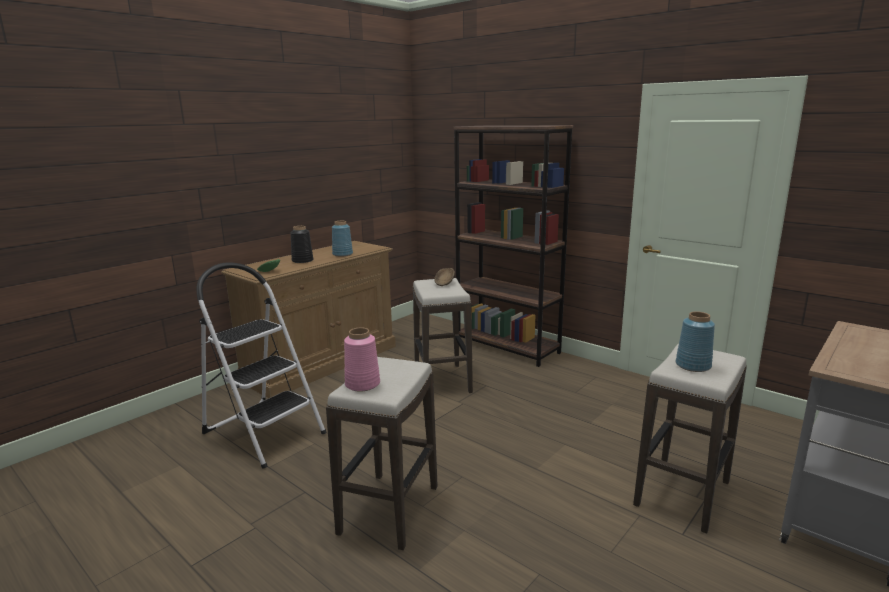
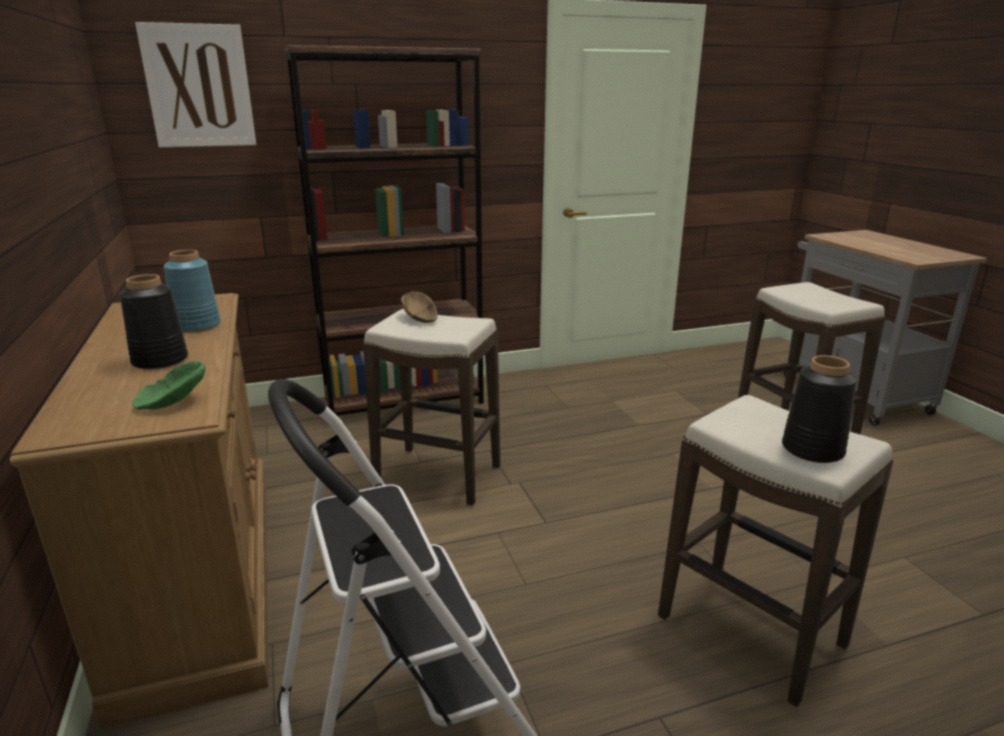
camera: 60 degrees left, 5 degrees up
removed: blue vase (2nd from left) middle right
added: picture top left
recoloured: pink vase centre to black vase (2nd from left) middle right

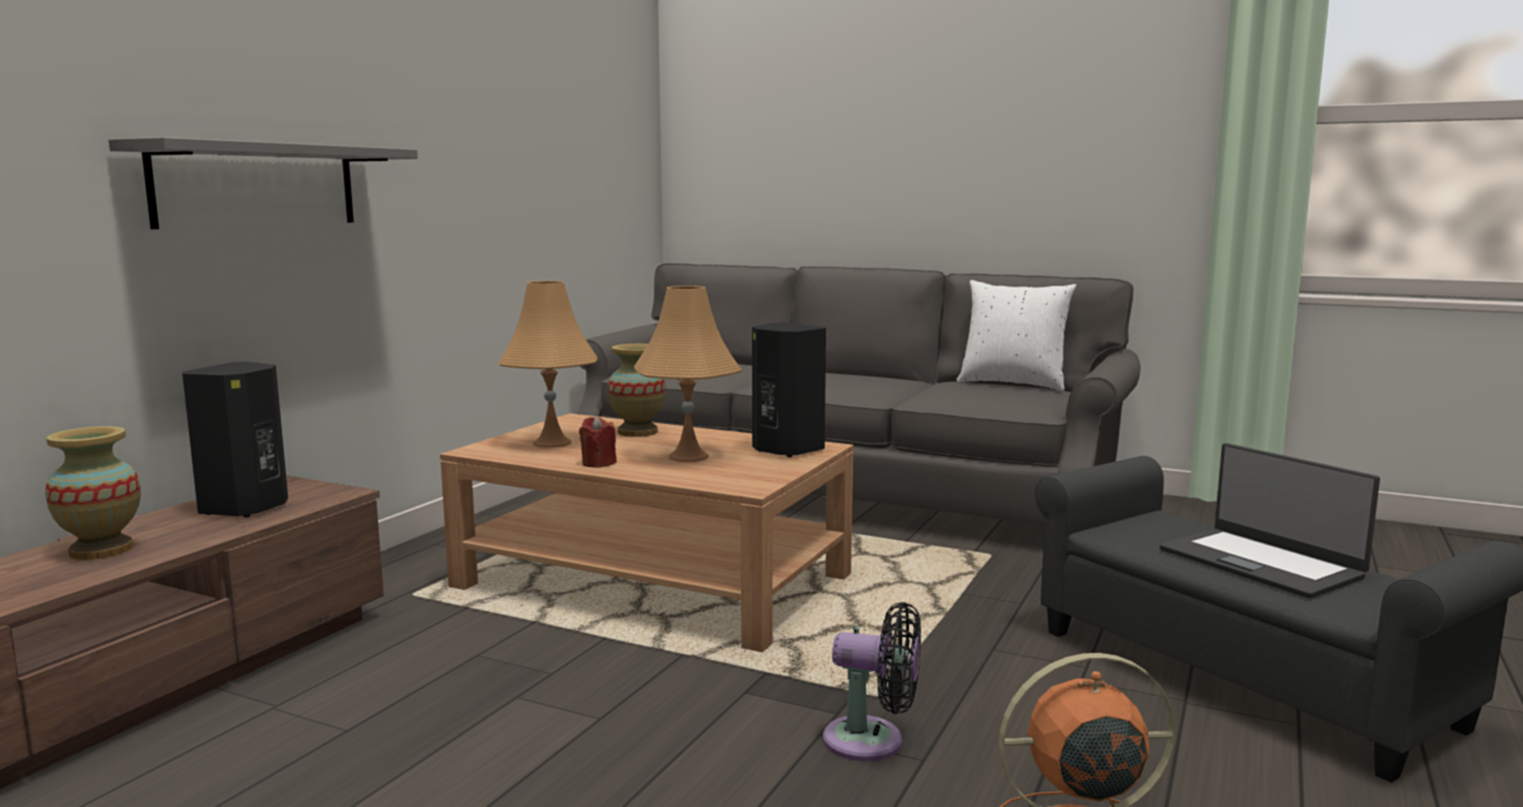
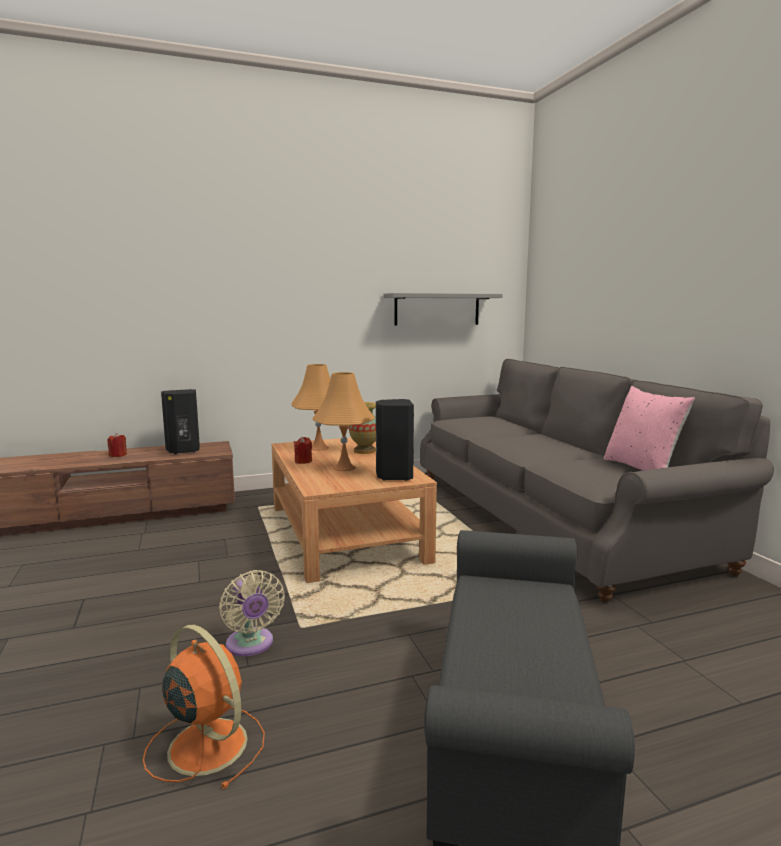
camera: 45 degrees right, 0 degrees up
removed: laptop middle right
moved: grey shelf top left to centre
replaced: vase (1st from left) middle left to red candle (1st from left) middle left
recoloured: black fan bottom centre to beige fan bottom left; white pillow middle right to pink pillow middle right

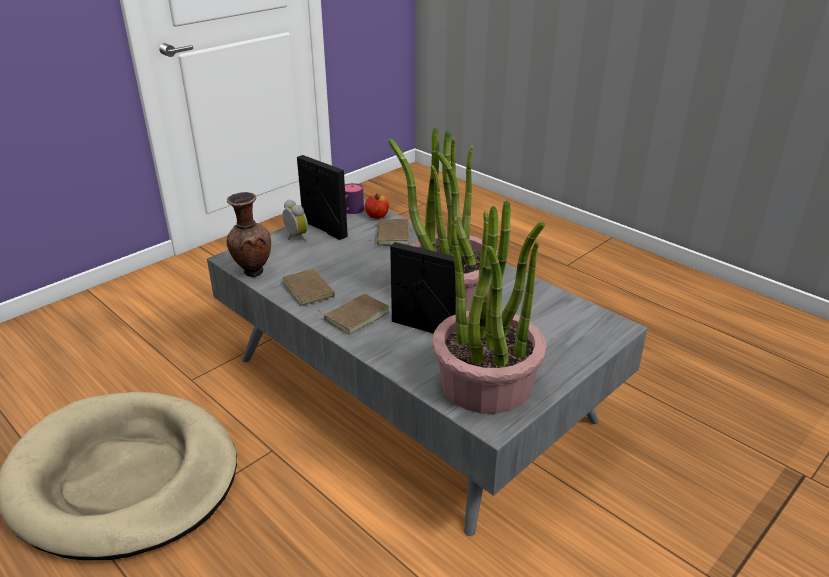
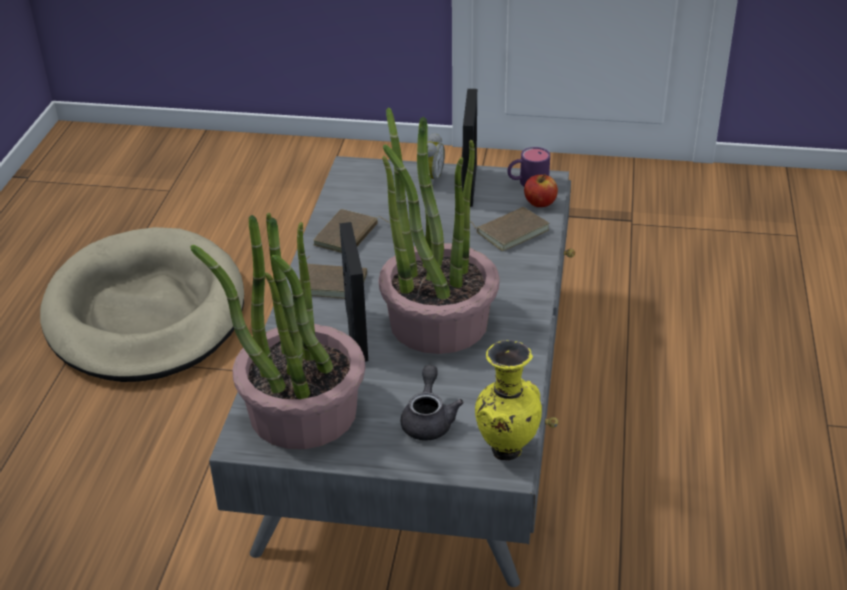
camera: 55 degrees right, 5 degrees up
removed: brown vase middle left
added: grey teapot bottom centre; yellow vase bottom centre

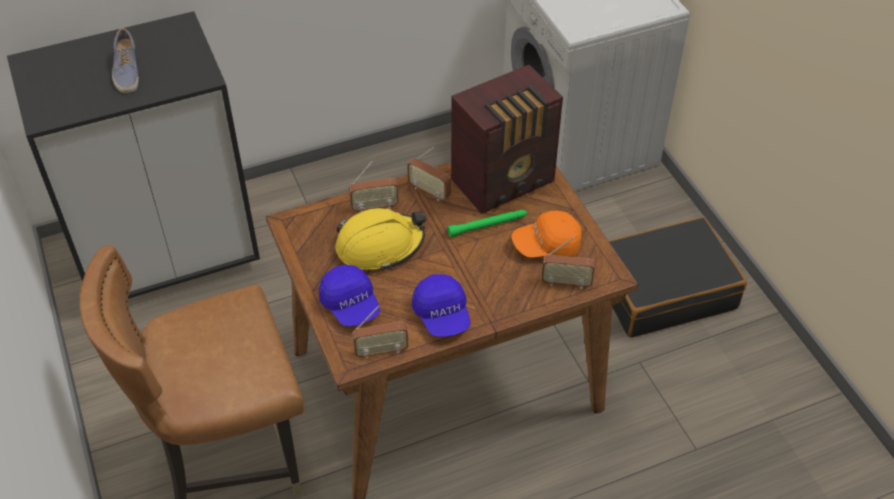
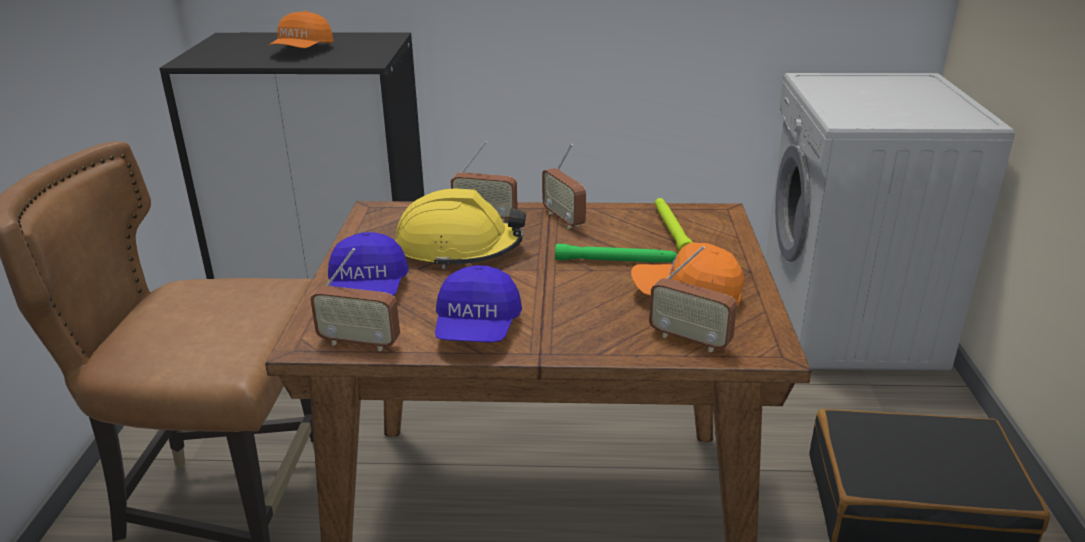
camera: 25 degrees right, 20 degrees down
replaced: shoe top left to orange cap (1st from left) top left; radio (4th from left) top centre to green flashlight (2nd from left) centre

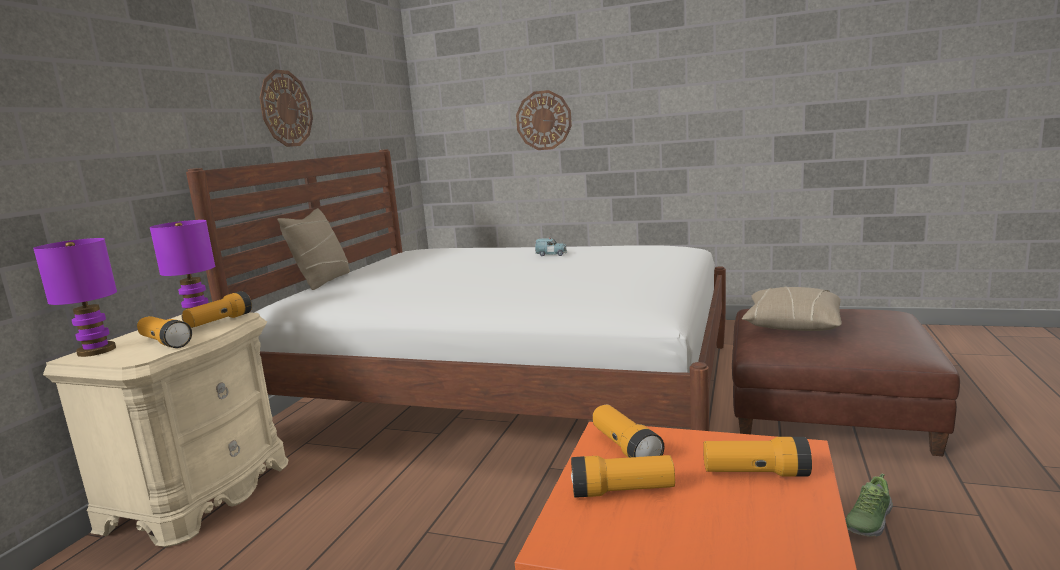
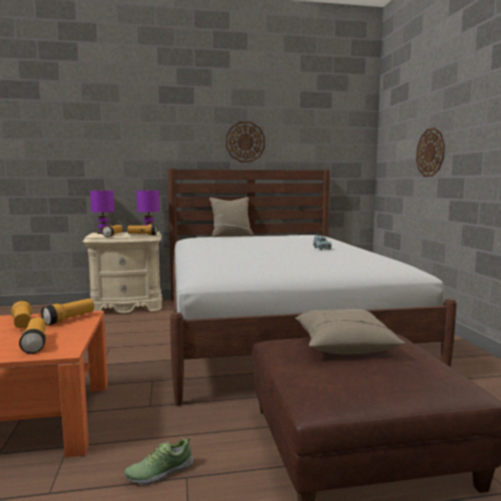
camera: 60 degrees right, 5 degrees down
turned: shoe bottom right = bottom left 45 degrees counterclockwise

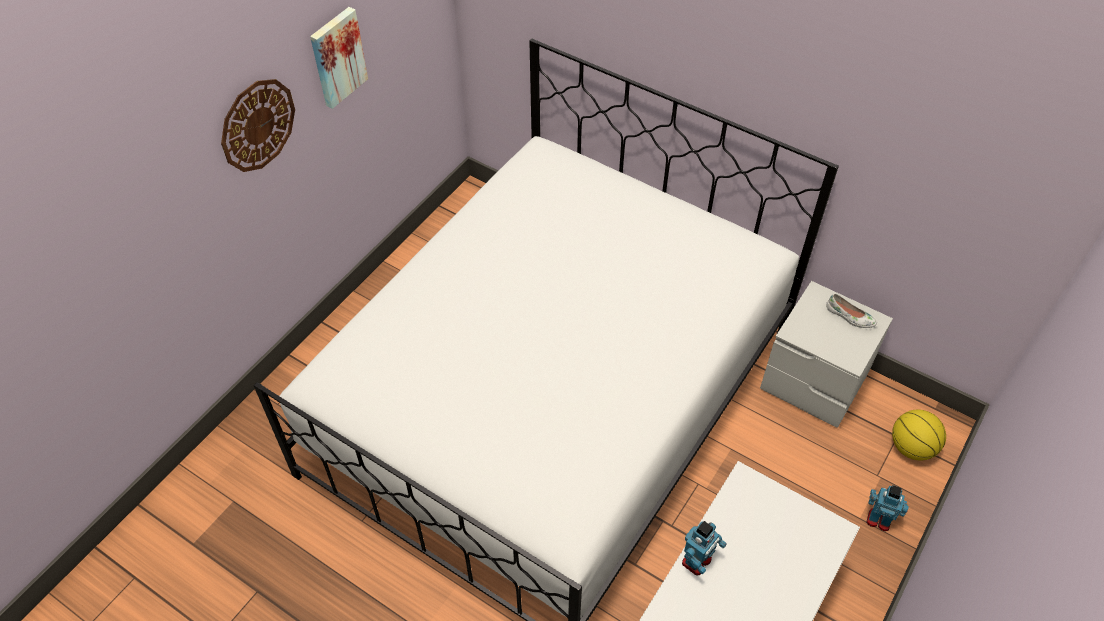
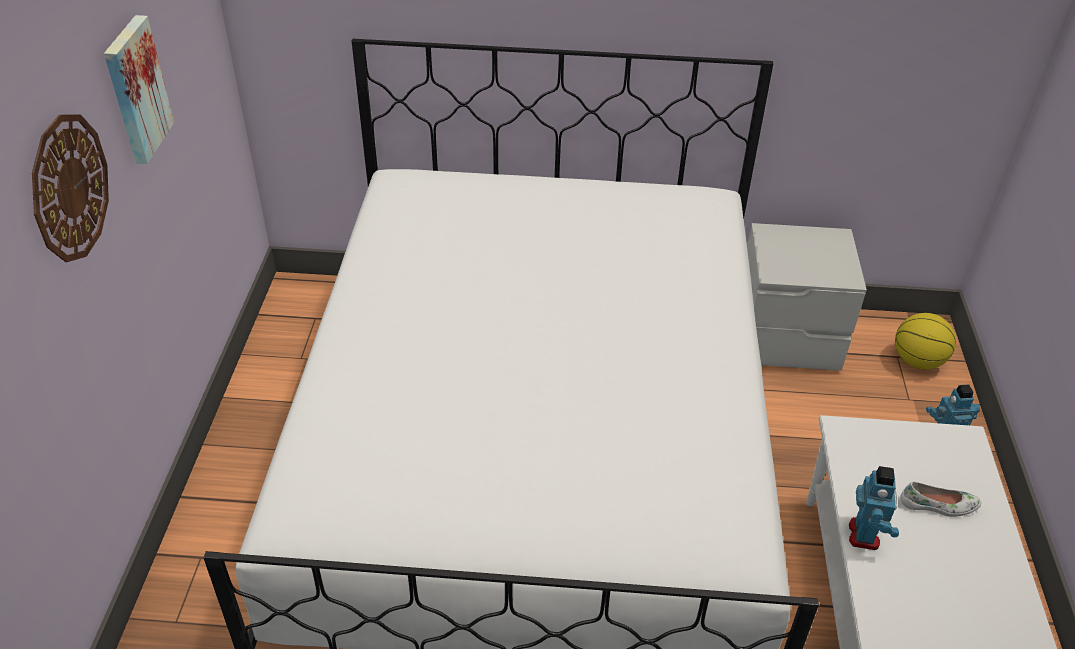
camera: 30 degrees left, 10 degrees down
moved: white shoe middle right to bottom right

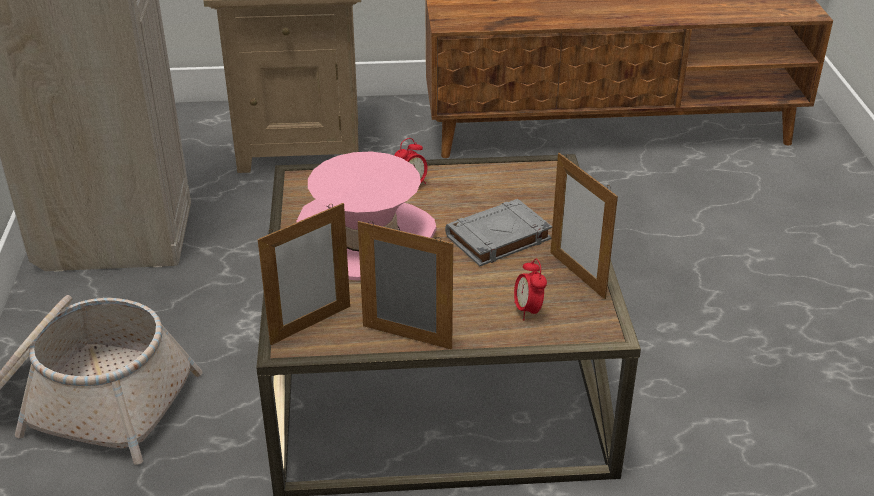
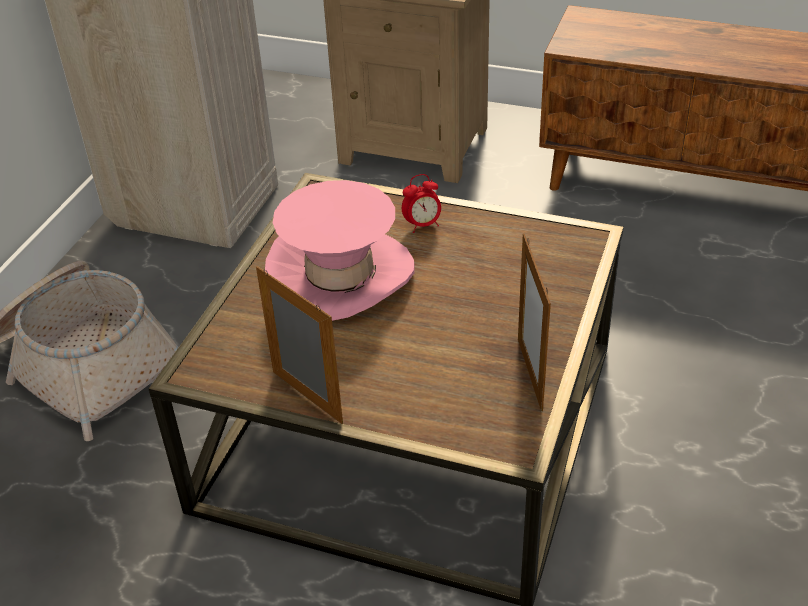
camera: 25 degrees right, 5 degrees up
removed: picture frame (1st from left) centre; grey book centre; alarm clock (2nd from left) centre

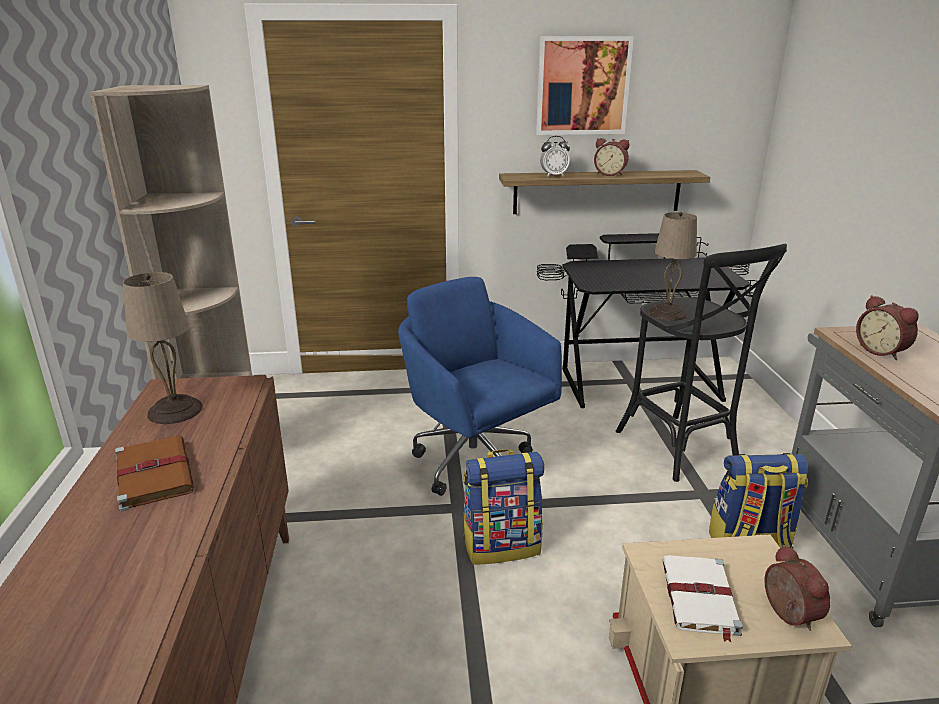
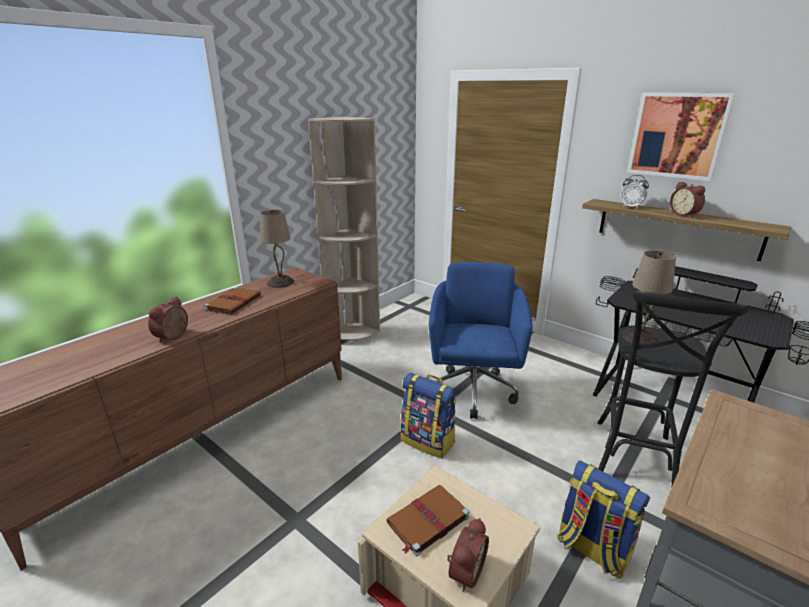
camera: 45 degrees right, 0 degrees up
moved: alarm clock (4th from left in the first image) middle right to alarm clock (1st from left) middle left
recoloured: white book bottom right to brown book (2nd from left) bottom centre

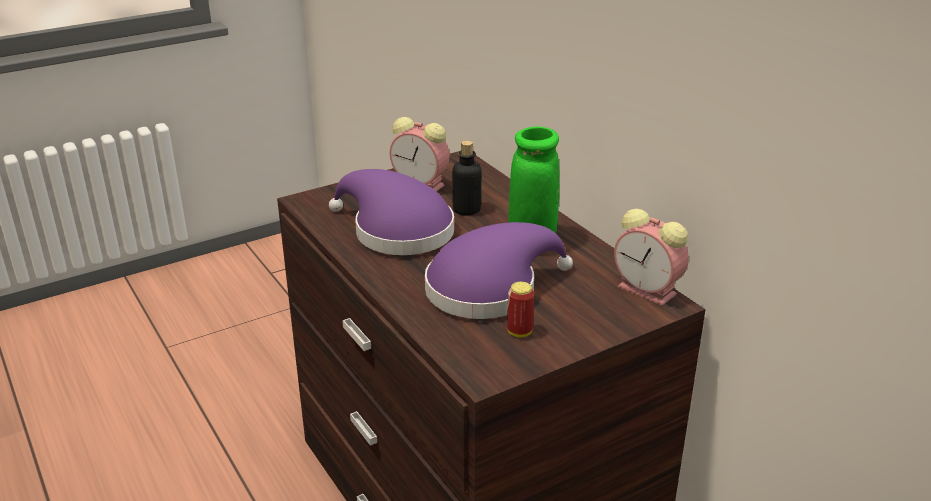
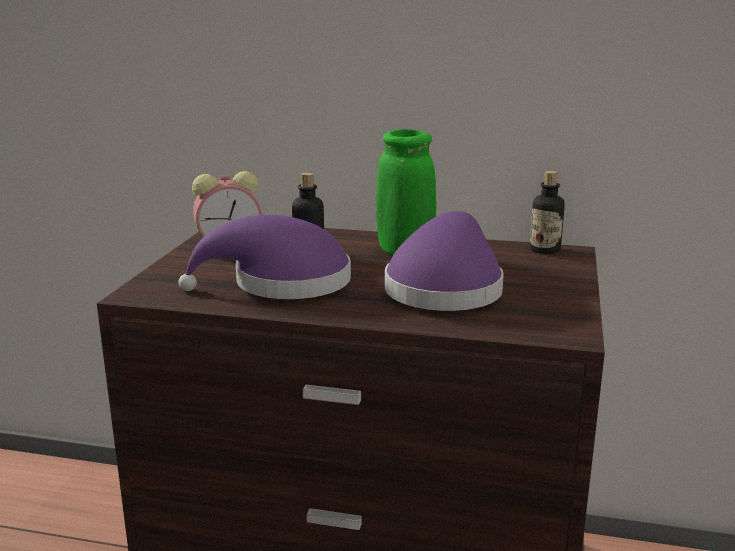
camera: 45 degrees left, 10 degrees down
removed: can centre
replaced: alarm clock (2nd from left) middle right to bottle (2nd from left) middle right

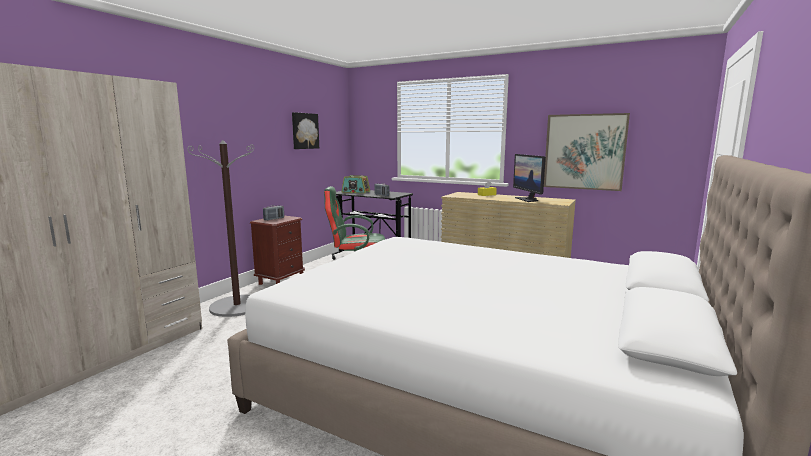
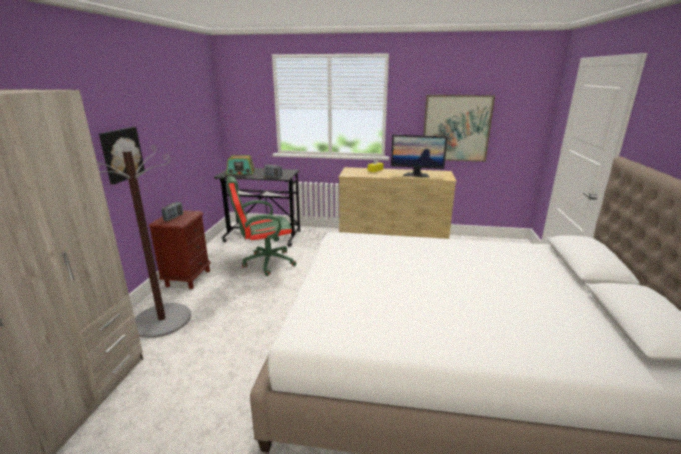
camera: 20 degrees left, 10 degrees up
moved: picture (1st from left) top centre to middle left
turned: monitor centre = centre 45 degrees counterclockwise

